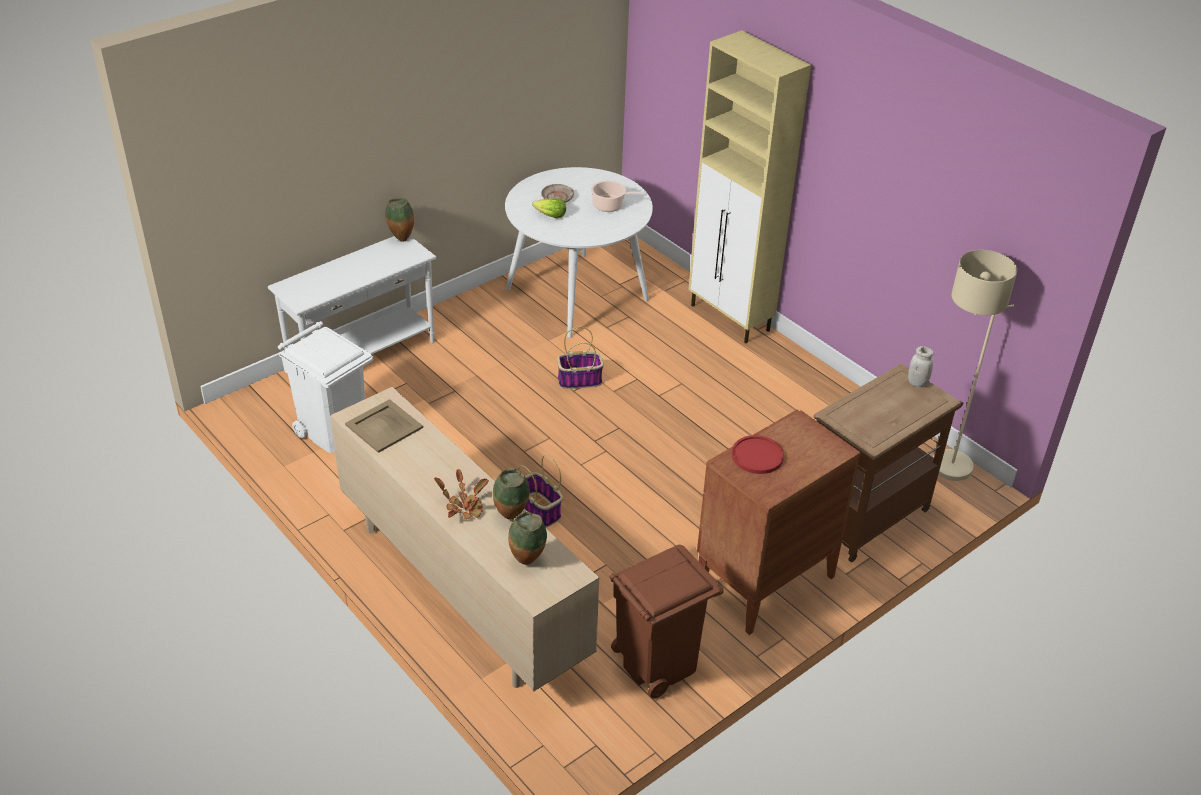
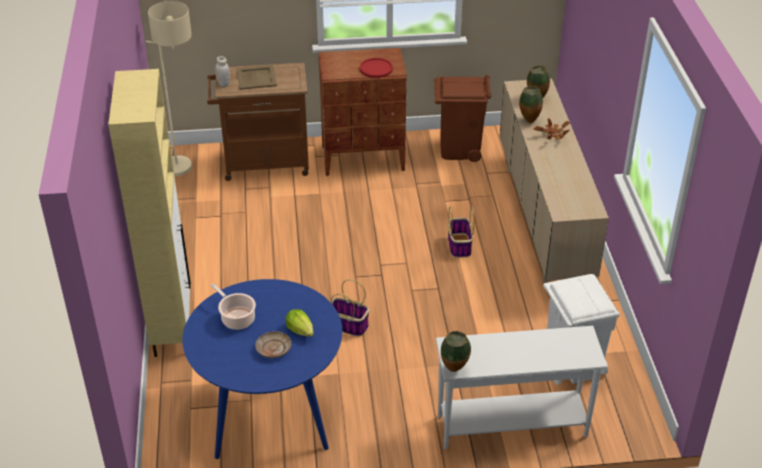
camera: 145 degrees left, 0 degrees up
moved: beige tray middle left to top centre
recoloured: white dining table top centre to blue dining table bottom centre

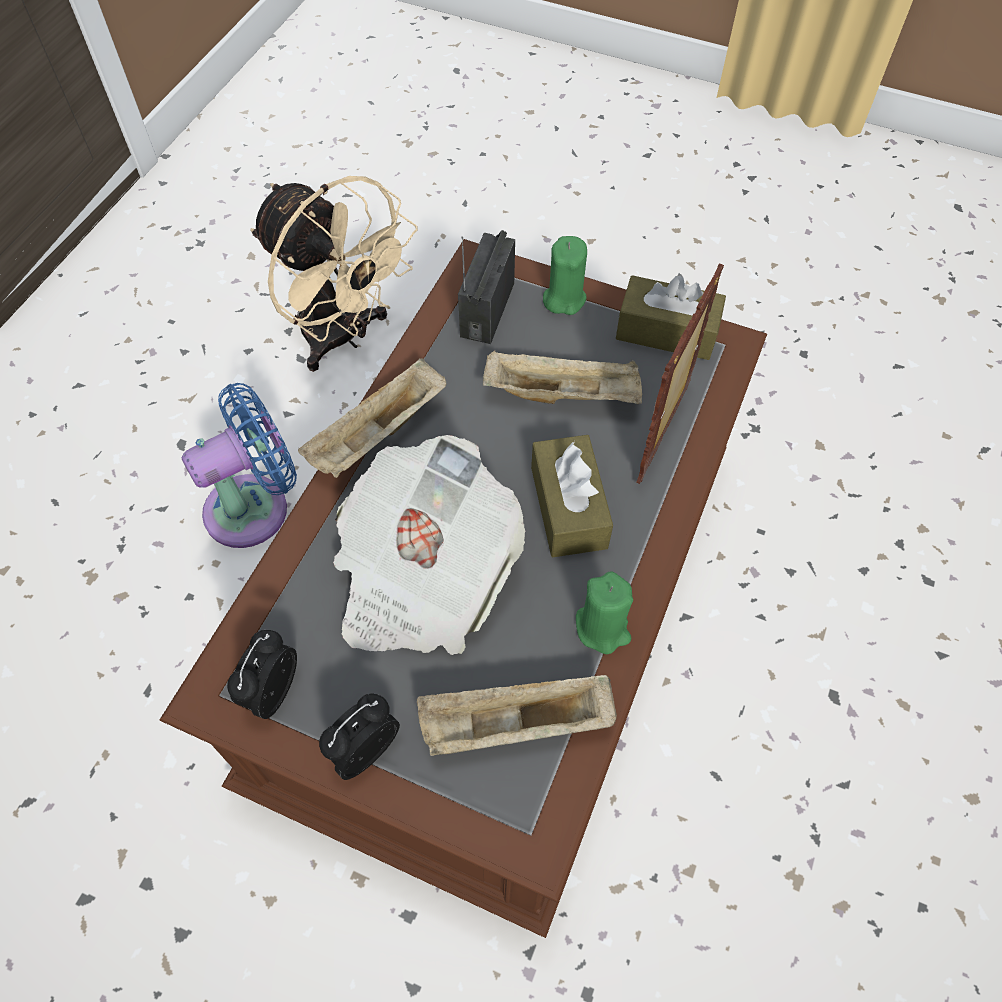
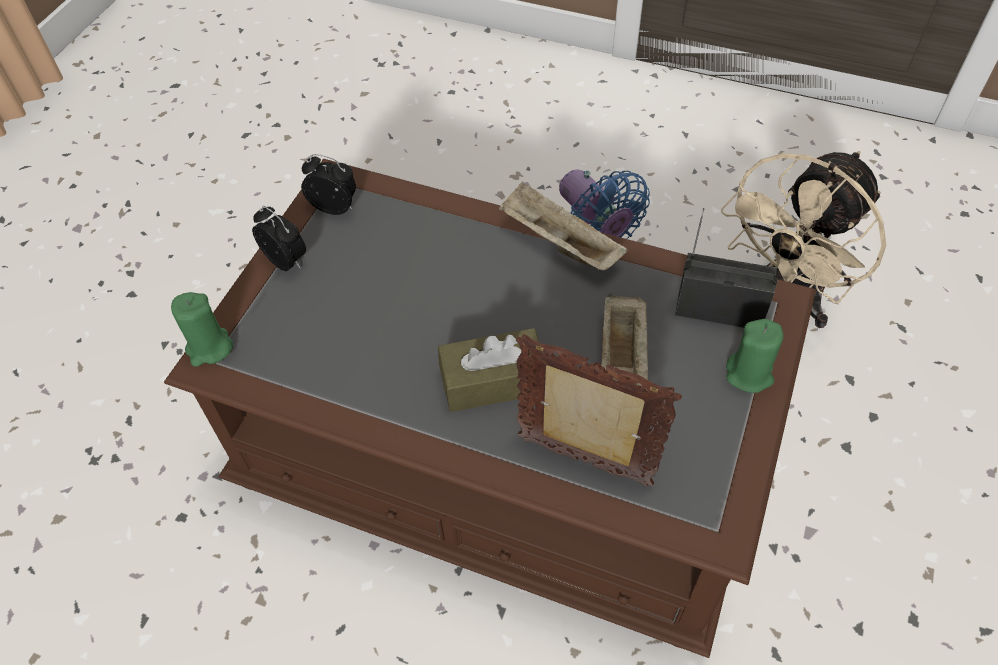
camera: 90 degrees right, 5 degrees down
removed: newspaper centre; beige tray (2nd from left) bottom centre; brown tissue box (2nd from left) top right
moved: green candle (2nd from left in the first image) centre to green candle (1st from left) middle left

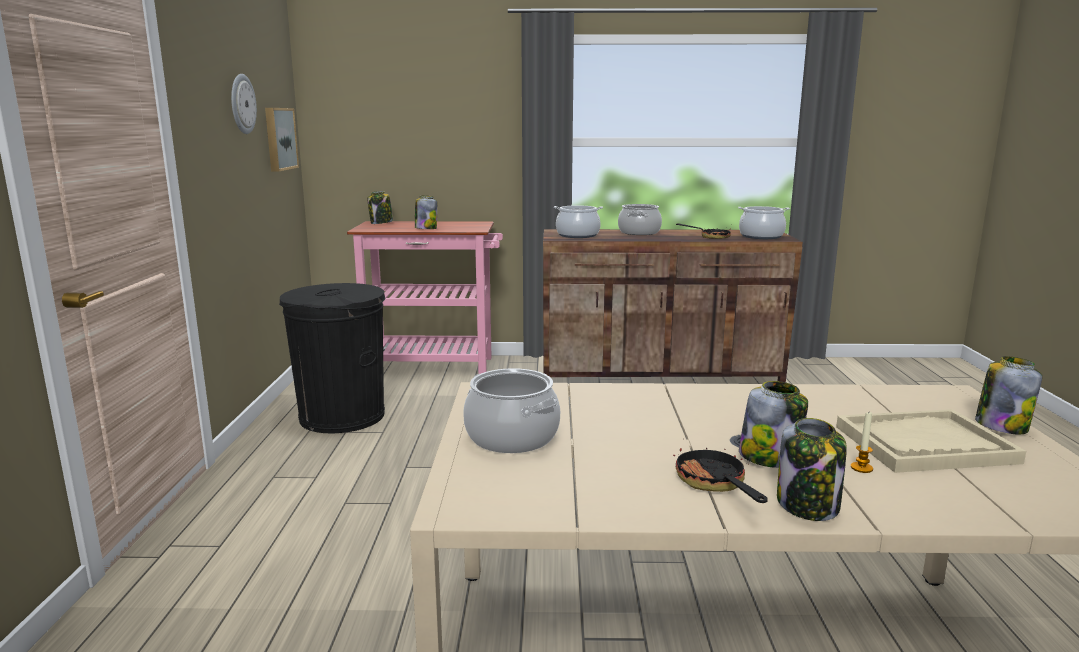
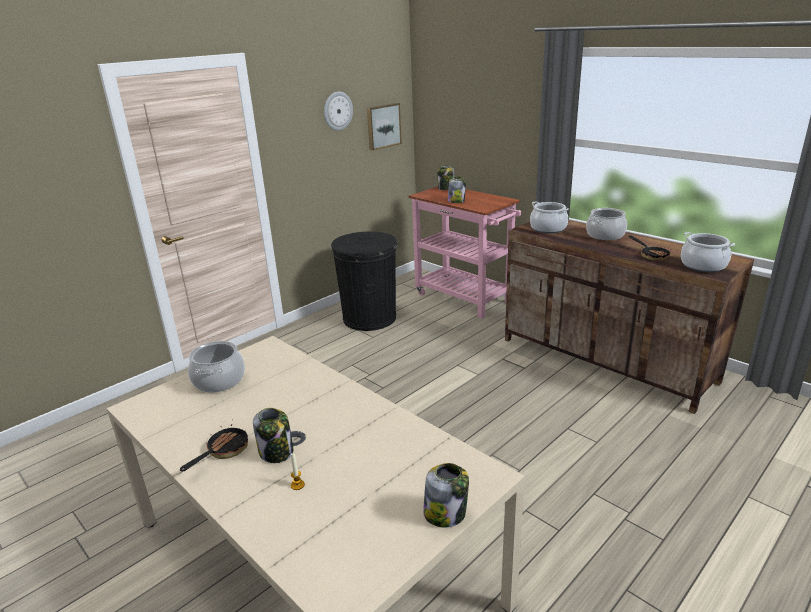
camera: 45 degrees right, 10 degrees up
removed: jar (4th from left) bottom right; beige tray bottom right

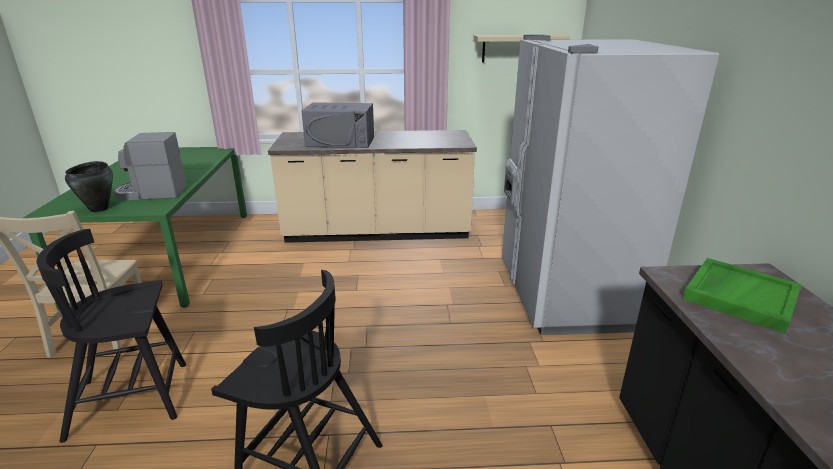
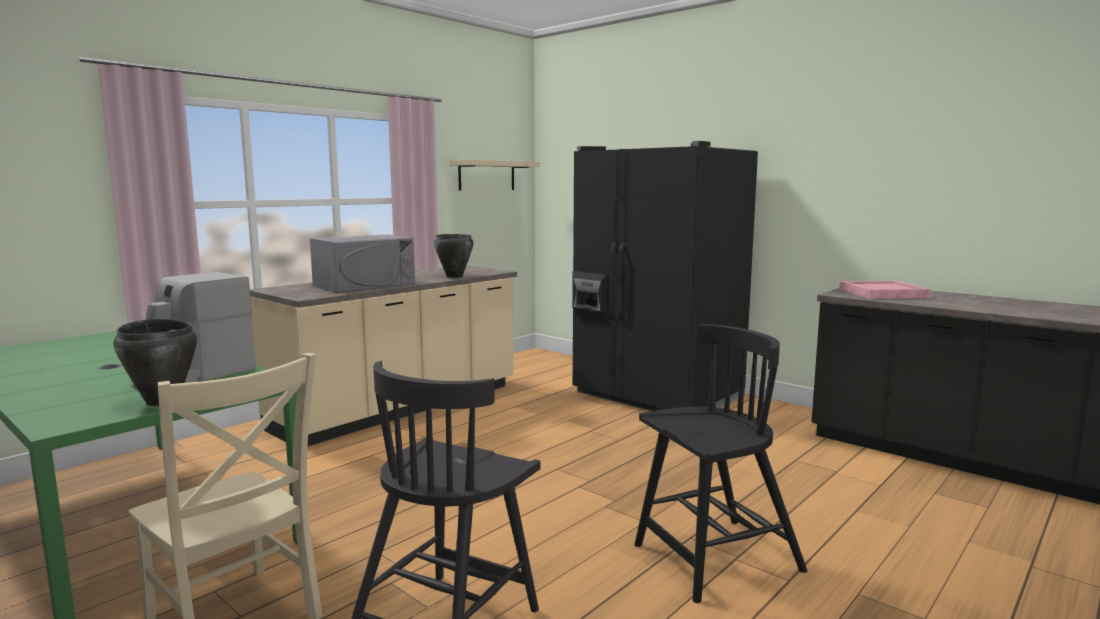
camera: 45 degrees left, 15 degrees down
added: black cooking pot (2nd from left) centre
recoloured: white fridge middle right to black fridge centre; green tray middle right to pink tray middle right

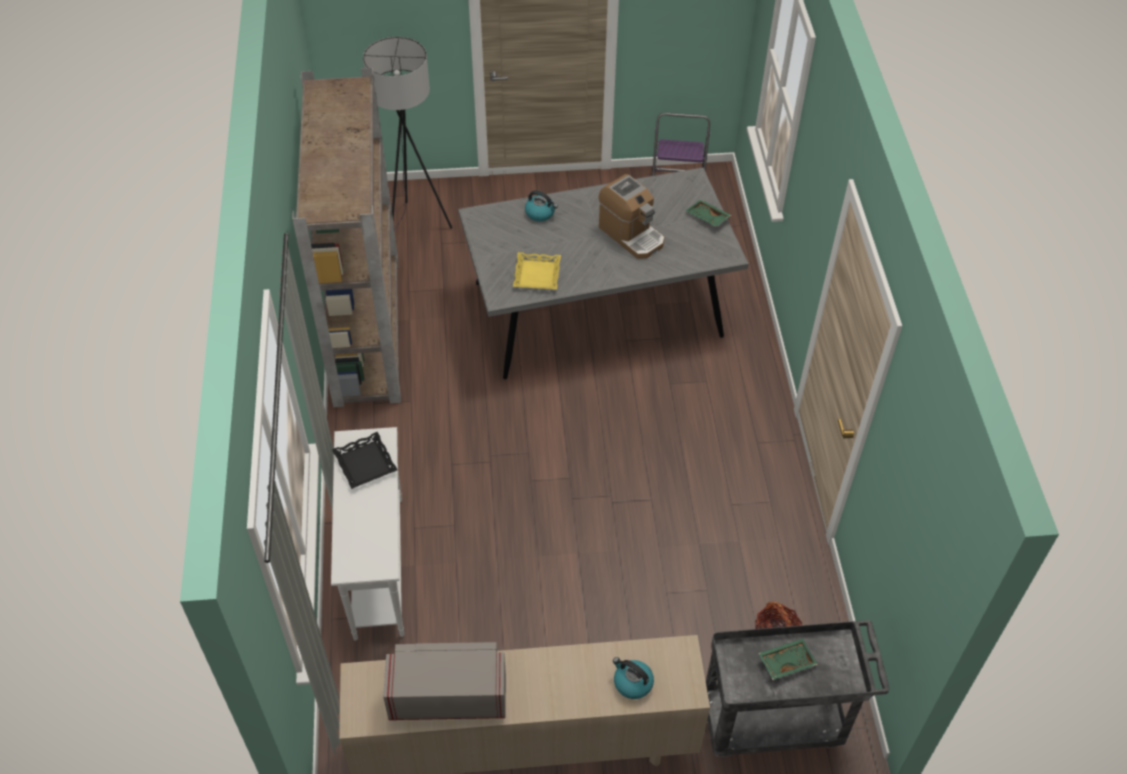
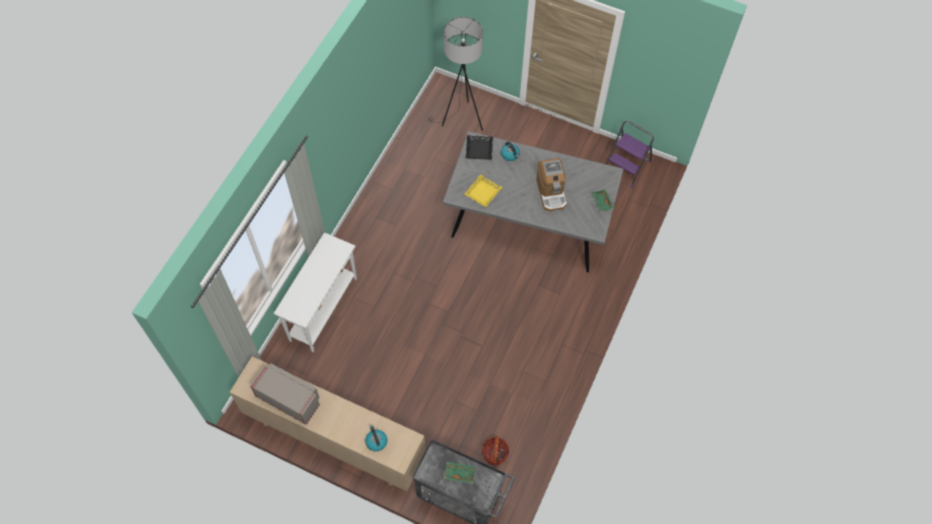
camera: 30 degrees right, 10 degrees up
removed: brown bookcase top left
moved: black tray middle left to top centre

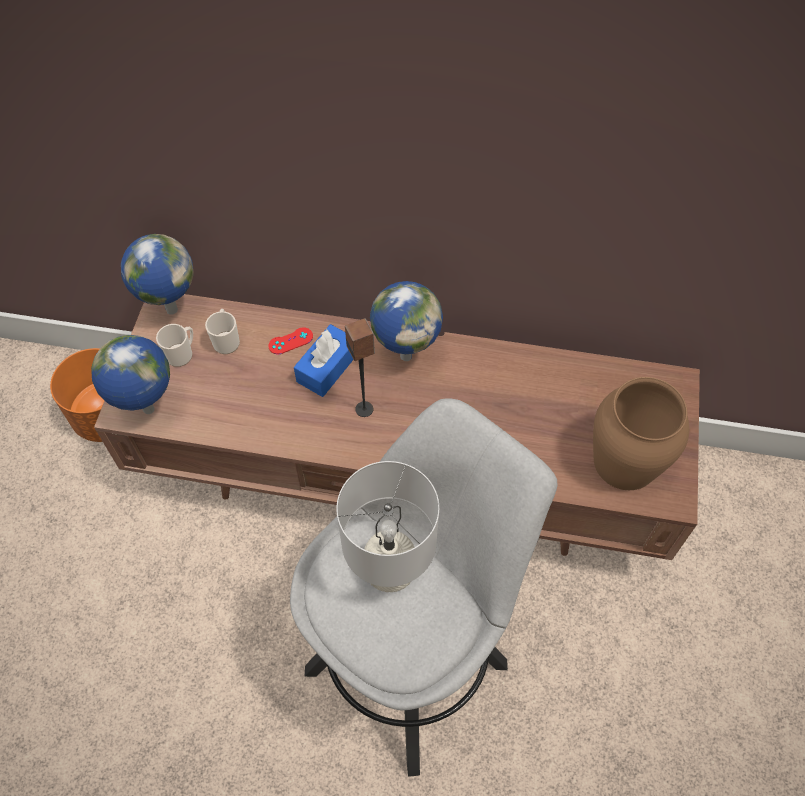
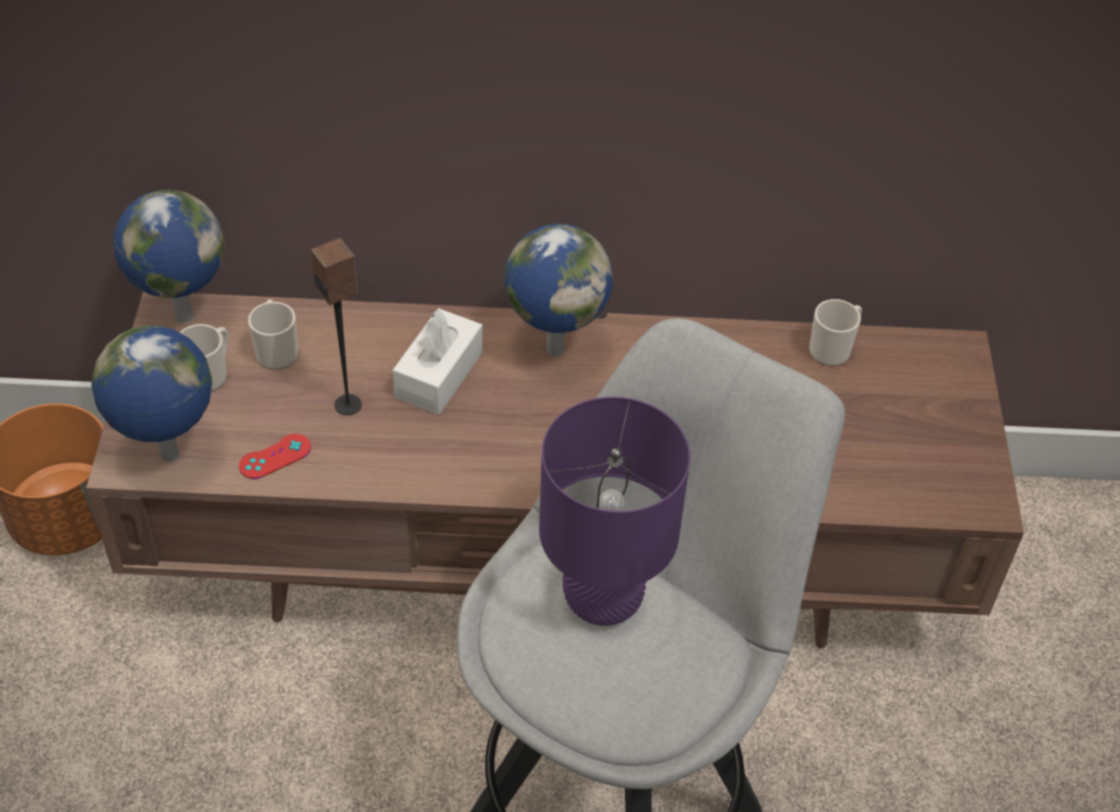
camera: 10 degrees left, 10 degrees down
removed: brown vase middle right
added: mug (3rd from left) middle right
moved: red game controller centre to middle left; speaker centre to middle left
recoloured: blue tissue box centre to white tissue box centre; grey table lamp centre to purple table lamp centre

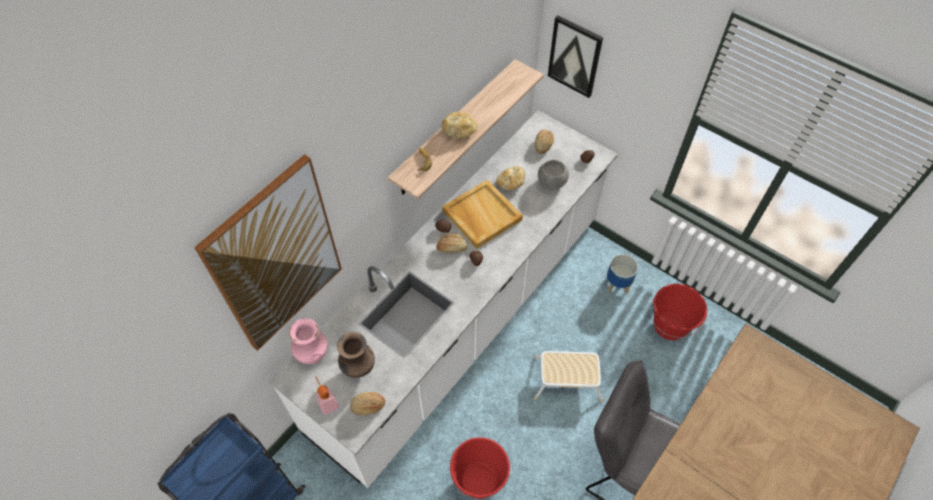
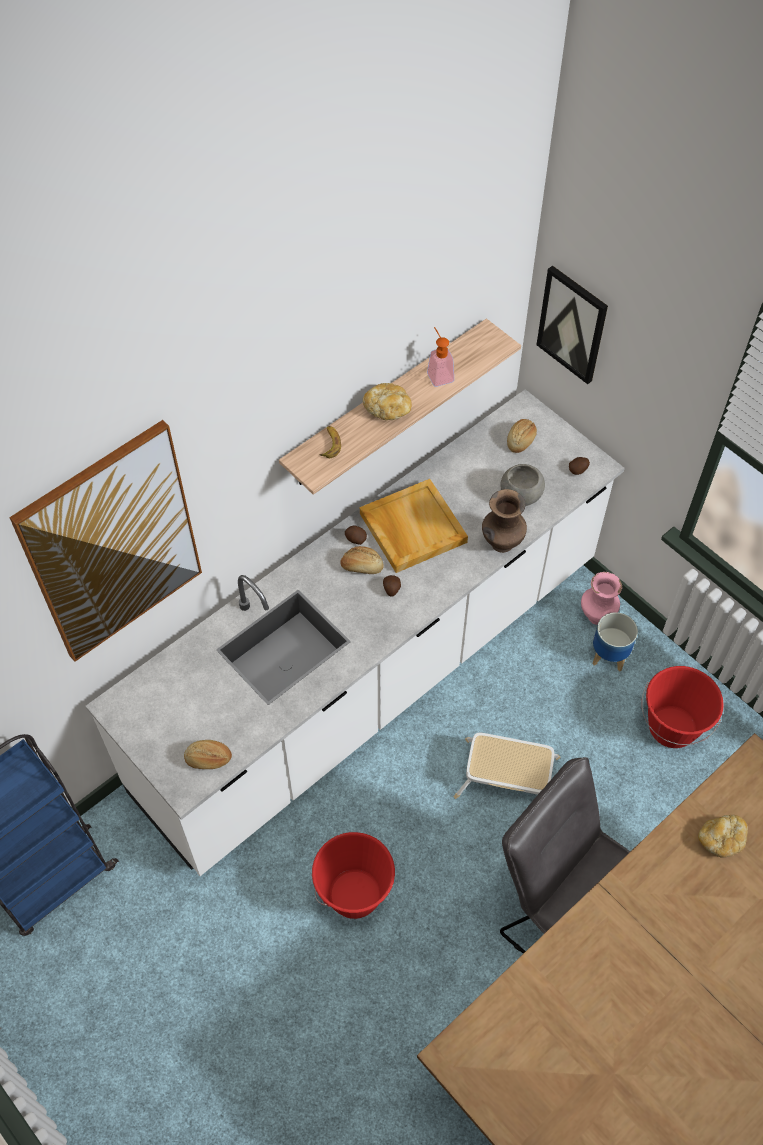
camera: 10 degrees right, 0 degrees up
moved: pink vase bottom left to middle right; soap dispenser bottom centre to top centre; brown vase bottom centre to centre; bread (4th from left in the first image) centre to bread (5th from left) bottom right

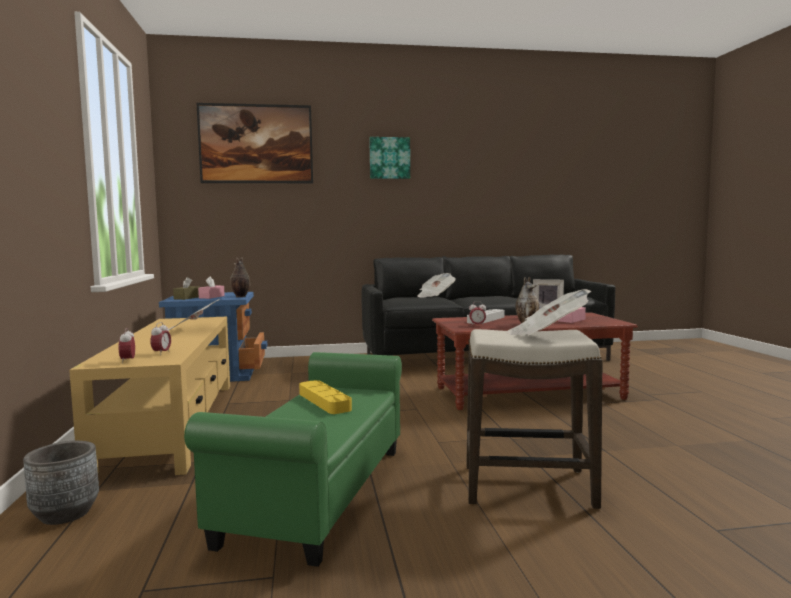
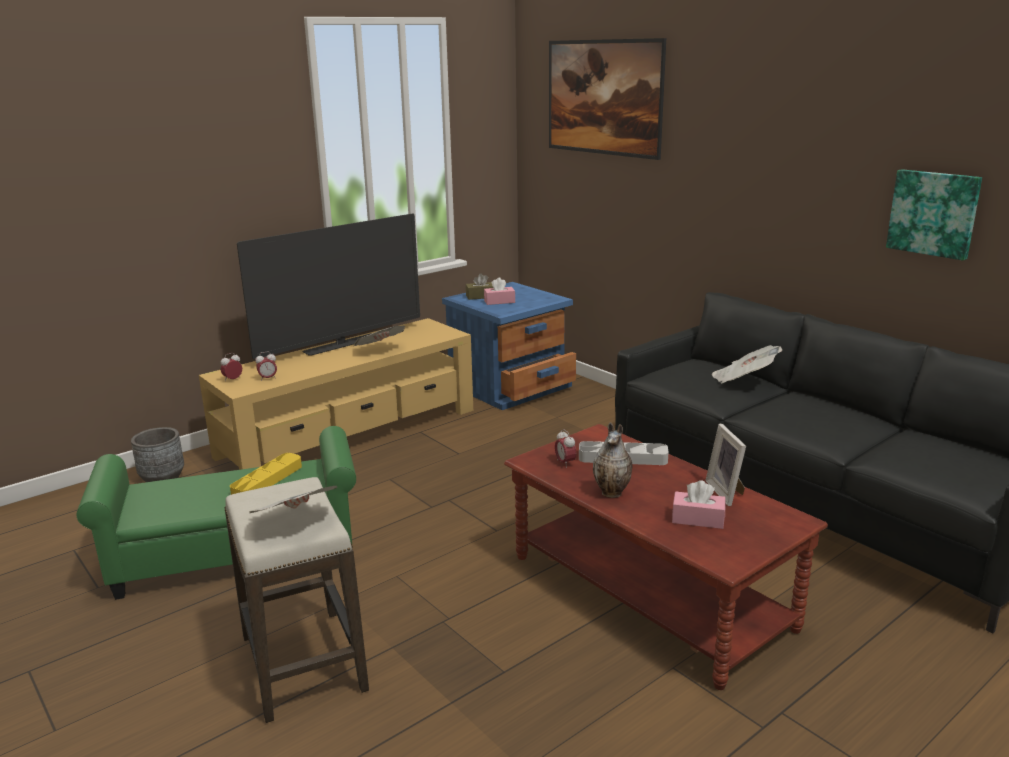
camera: 60 degrees right, 15 degrees up
removed: vase (1st from left) middle left
added: television middle left
moved: picture (2nd from left) top centre to top right

